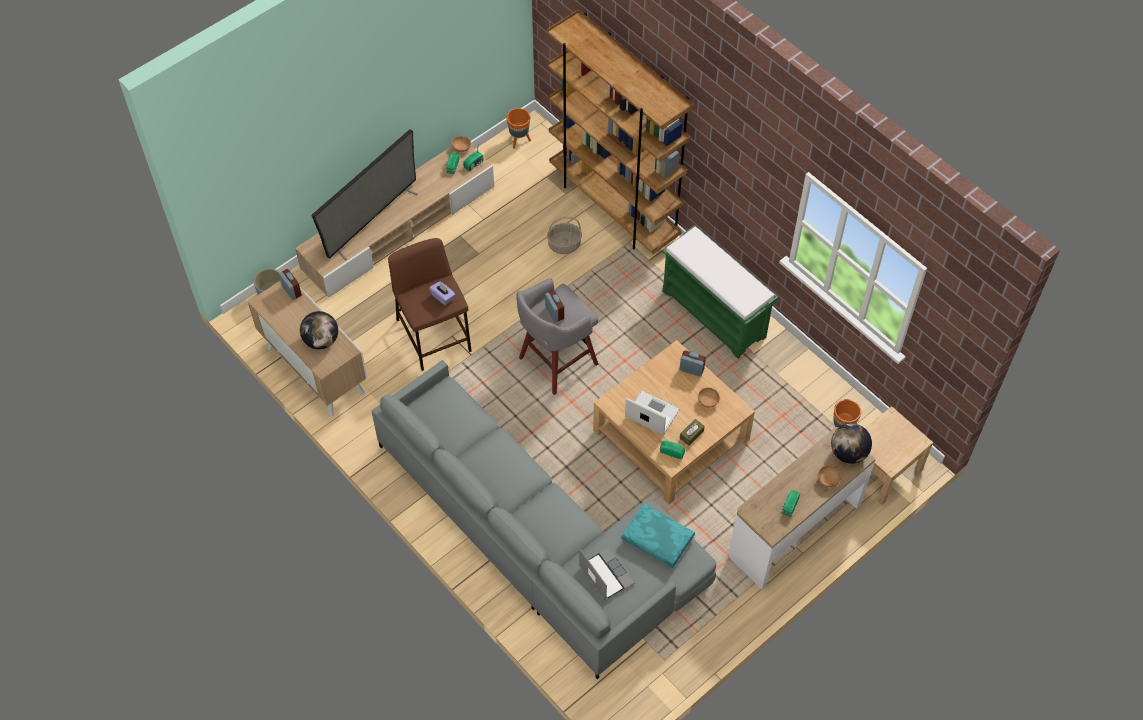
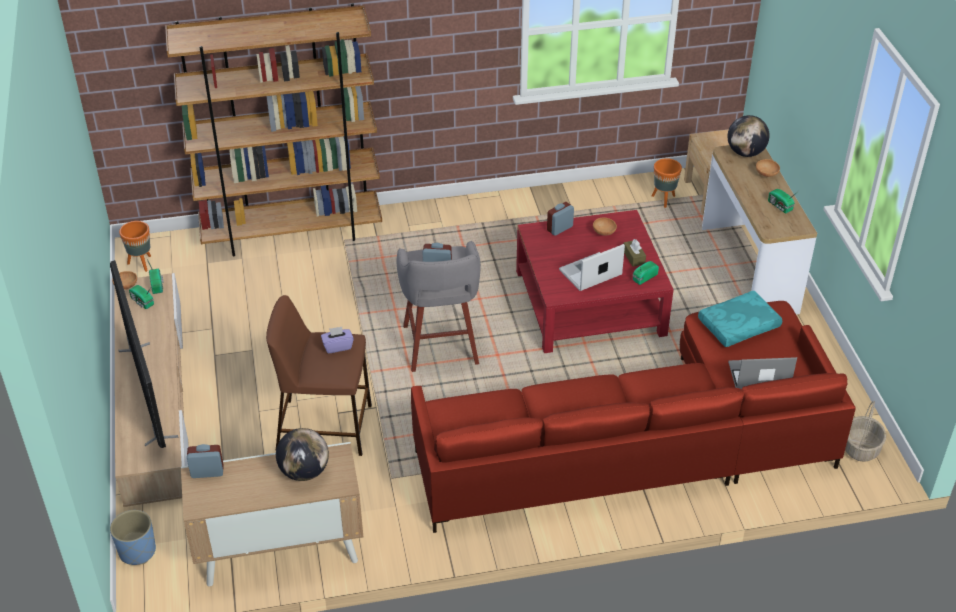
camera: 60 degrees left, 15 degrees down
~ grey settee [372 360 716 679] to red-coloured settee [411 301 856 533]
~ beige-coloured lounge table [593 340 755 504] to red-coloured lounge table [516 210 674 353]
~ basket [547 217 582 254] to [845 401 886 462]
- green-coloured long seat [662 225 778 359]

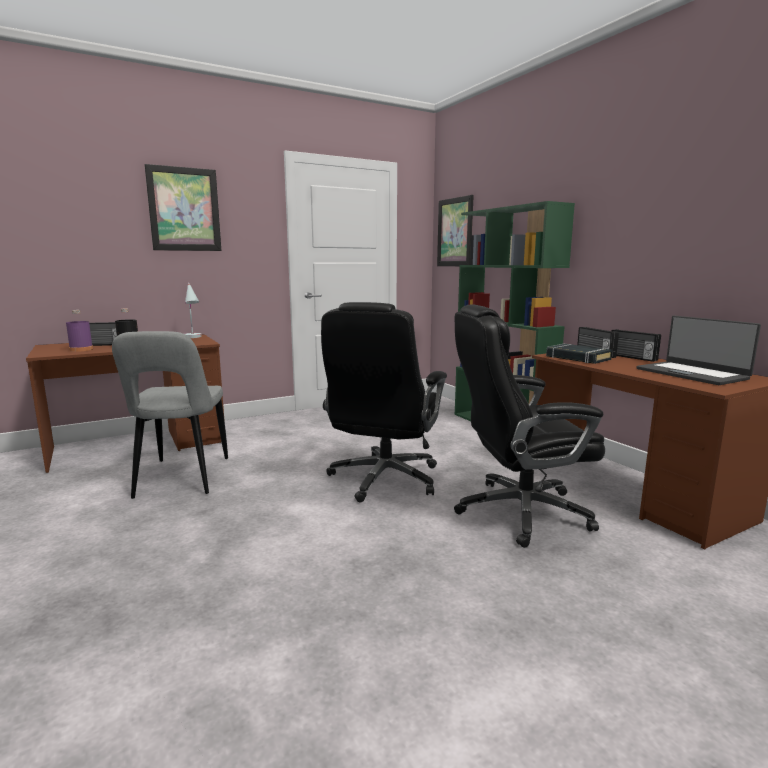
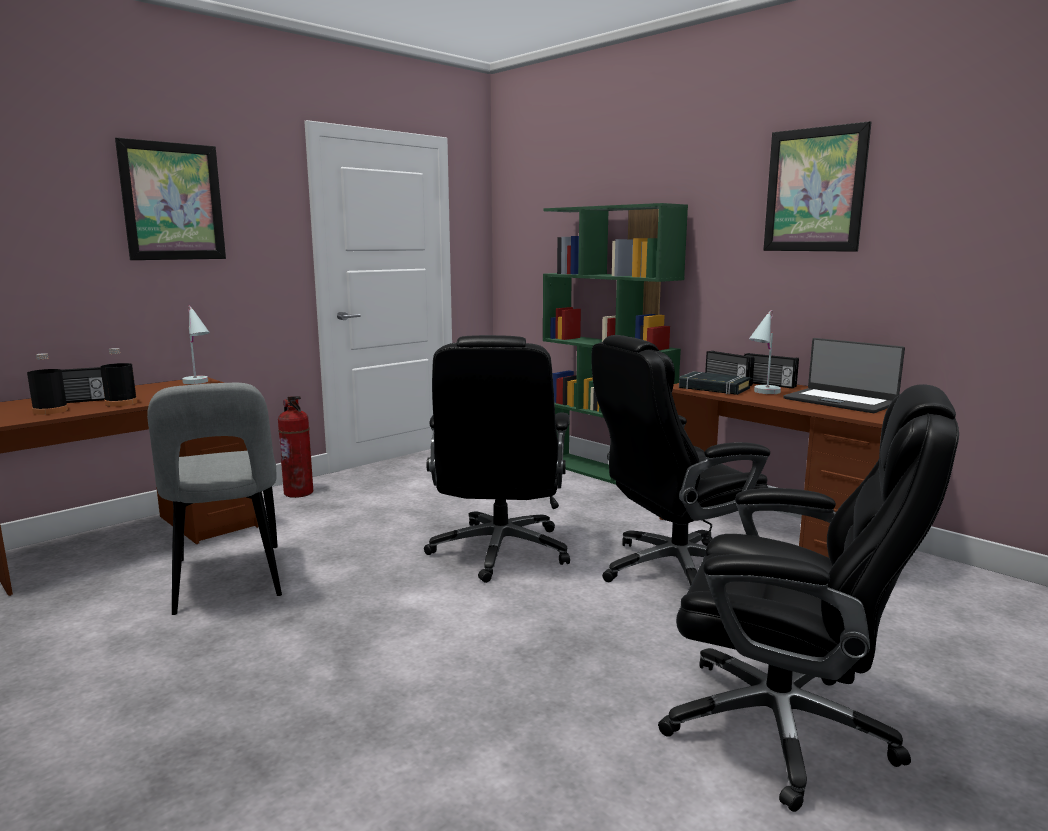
camera: 15 degrees left, 0 degrees up
~ purple drink bottle [66 310 93 352] to blackish drink bottle [27 353 68 415]
+ fire extinguisher [278 396 313 498]
+ blackish desk chair [658 384 959 812]
+ white table lamp [749 310 781 394]
~ picture [437 195 474 266] to [763 121 871 252]

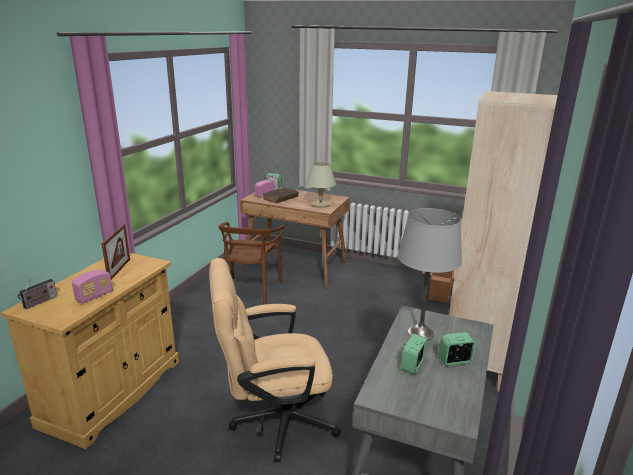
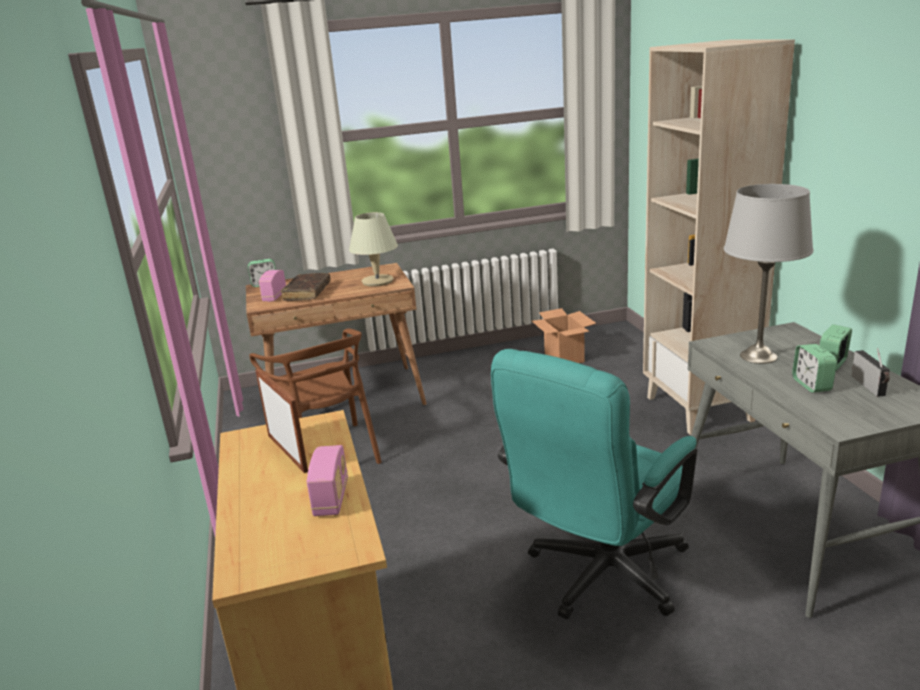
camera: 35 degrees left, 0 degrees up
~ beige-coloured desk chair [209 258 341 462] to turquoise-coloured desk chair [491 349 697 619]
~ radio set [18 278 57 309] to [851 348 890 397]

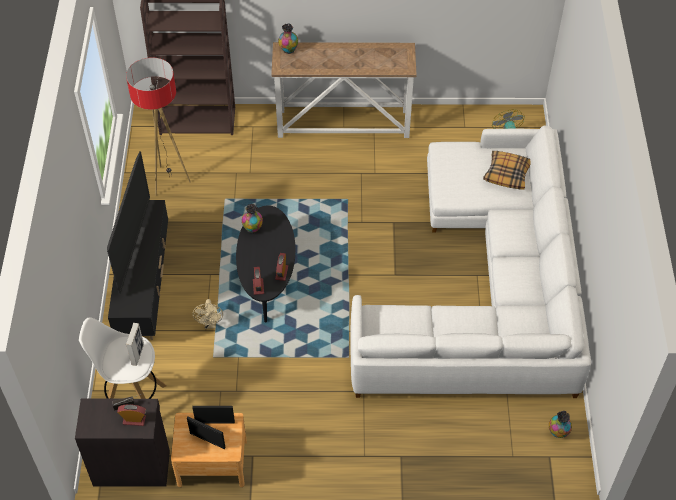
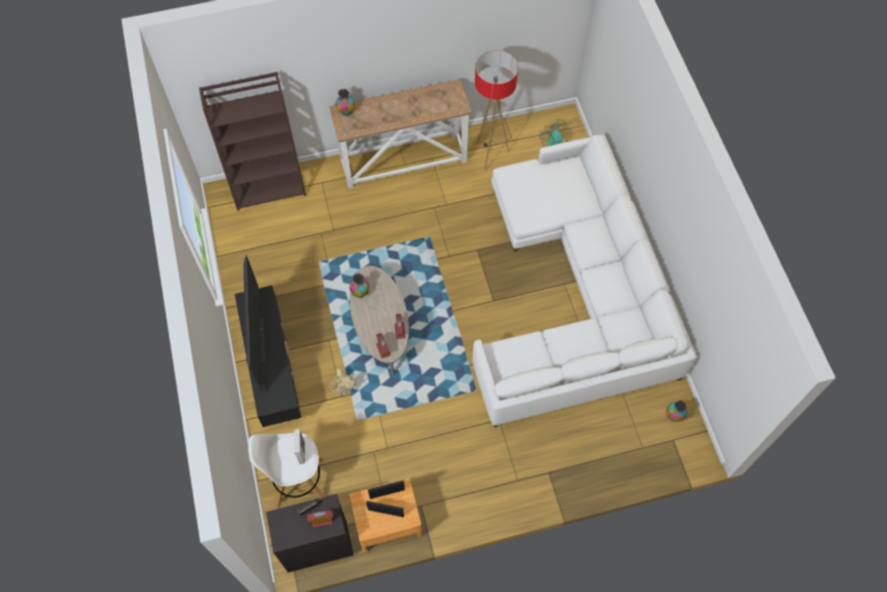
camera: 15 degrees left, 10 degrees up
~ blackish lounge table [236 205 296 323] to beige-coloured lounge table [350 266 409 375]
~ standard lamp [126 57 191 196] to [475 50 518 171]
- pillow [483 151 531 190]

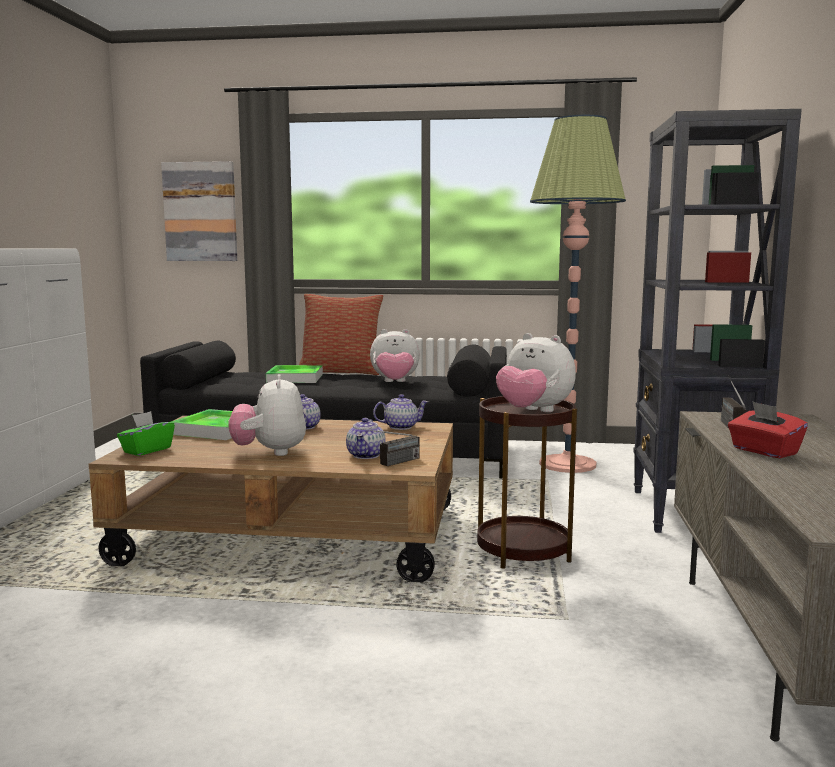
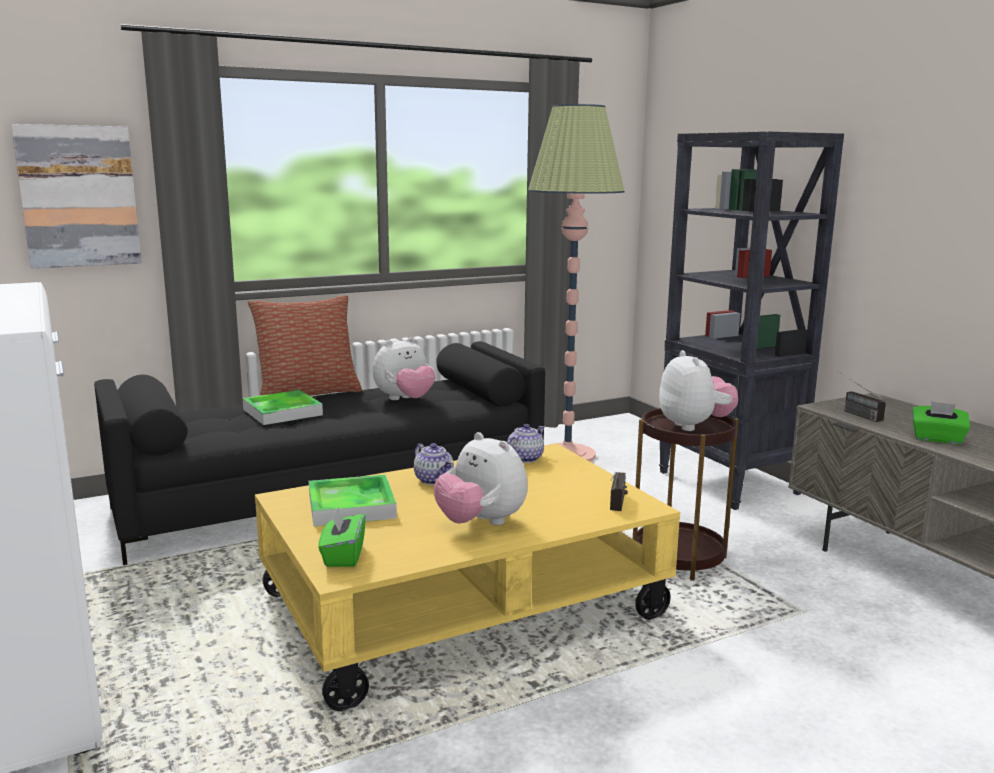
camera: 35 degrees left, 5 degrees up
~ brownish lounge table [89 416 453 582] to yellowish lounge table [255 443 680 711]
~ cuddly toy [496 333 576 412] = [659 350 738 431] 105 degrees counterclockwise
~ red-coloured tissue box [728 401 808 458] to green-coloured tissue box [912 401 970 445]
- tea pot [346 418 386 459]

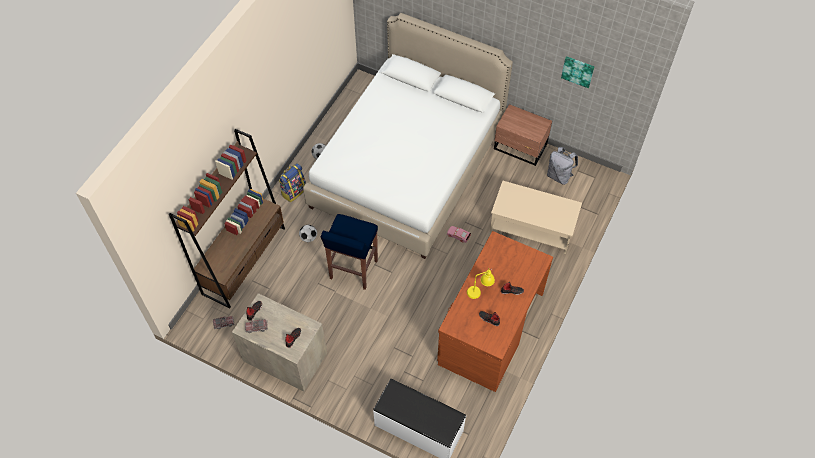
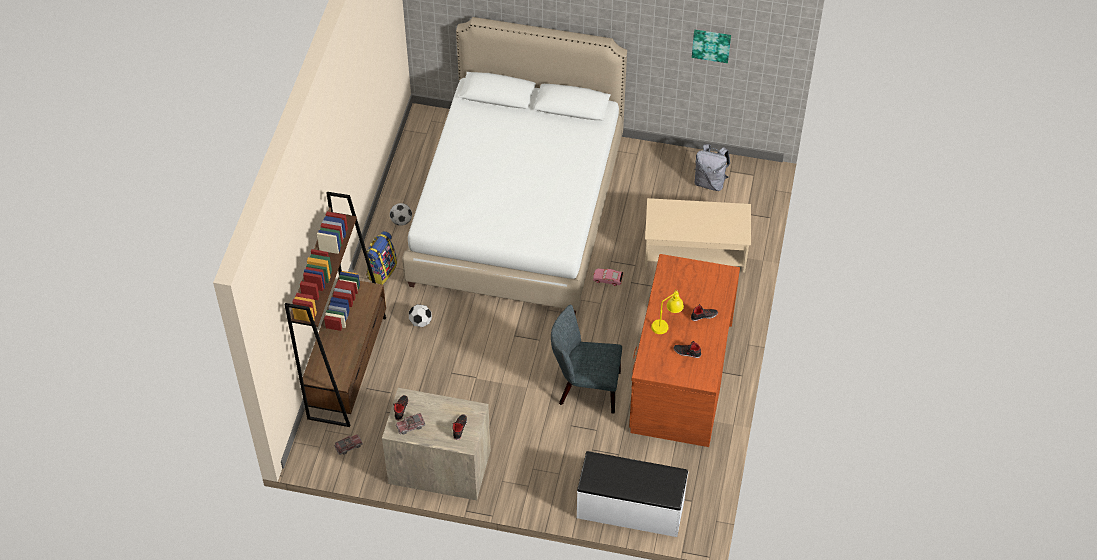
camera: 15 degrees left, 5 degrees down
+ grey chair [551 305 622 414]
- blue-coloured sitting stool [321 214 378 290]
- brownish nightstand [494 104 552 166]

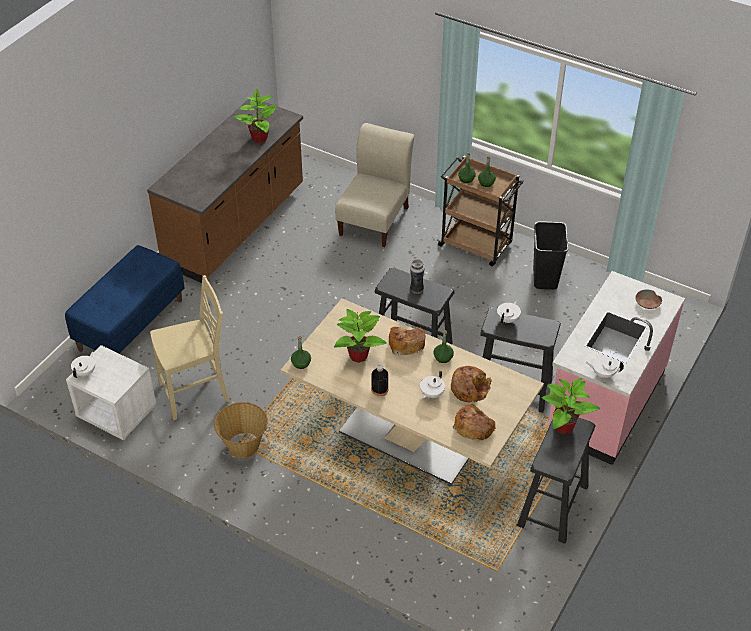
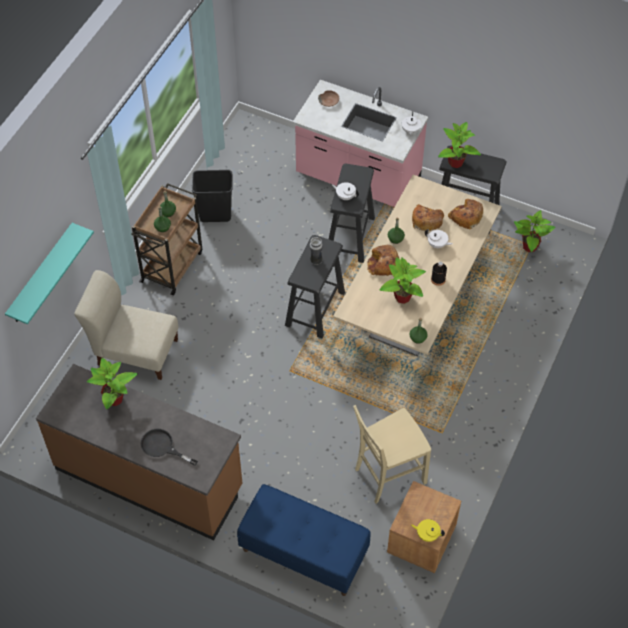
camera: 95 degrees left, 10 degrees up
+ turquoise-coloured shelf [5 223 94 324]
+ blackish frying pan [141 429 198 466]
~ beige-coloured chair [150 275 230 420] = [353 405 431 504] 90 degrees counterclockwise
~ white nightstand [66 345 157 440] to brownish nightstand [387 481 461 573]
~ white tea pot [71 352 95 378] to yellowish tea pot [411 519 445 542]
+ houseplant [514 210 556 252]
- basket [214 402 268 458]

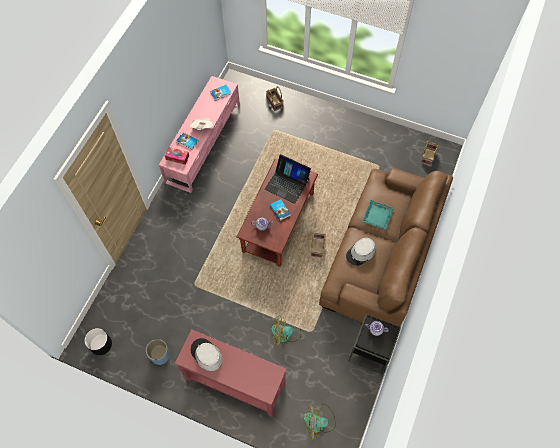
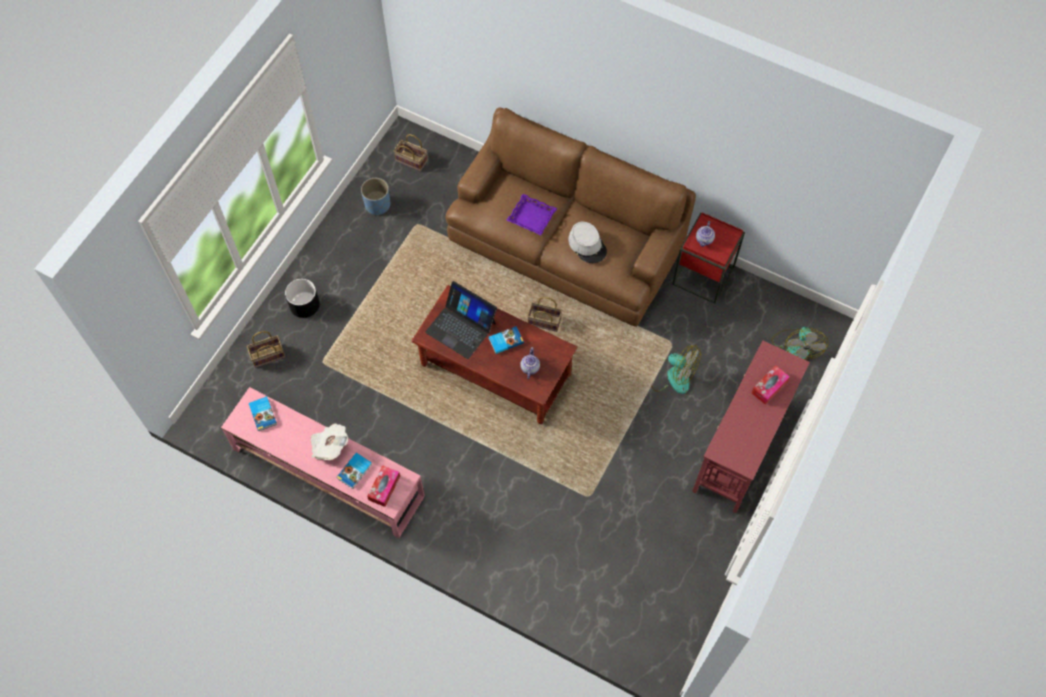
camera: 85 degrees left, 0 degrees up
~ blackish planter [84 328 112 355] to [285 279 320 318]
~ blue-coloured planter [146 339 170 365] to [361 178 390 216]
~ laptop [265 154 311 204] = [425 281 497 359] 90 degrees clockwise
~ turquoise-coloured carrying tray [362 199 394 230] to purple carrying tray [507 194 557 235]
~ fan [271 315 301 346] = [651 345 701 394] 60 degrees counterclockwise
~ blackish side table [349 314 401 374] to red-coloured side table [672 213 745 304]
+ tissue box [751 365 790 405]
- grey wearable hat [191 338 223 371]

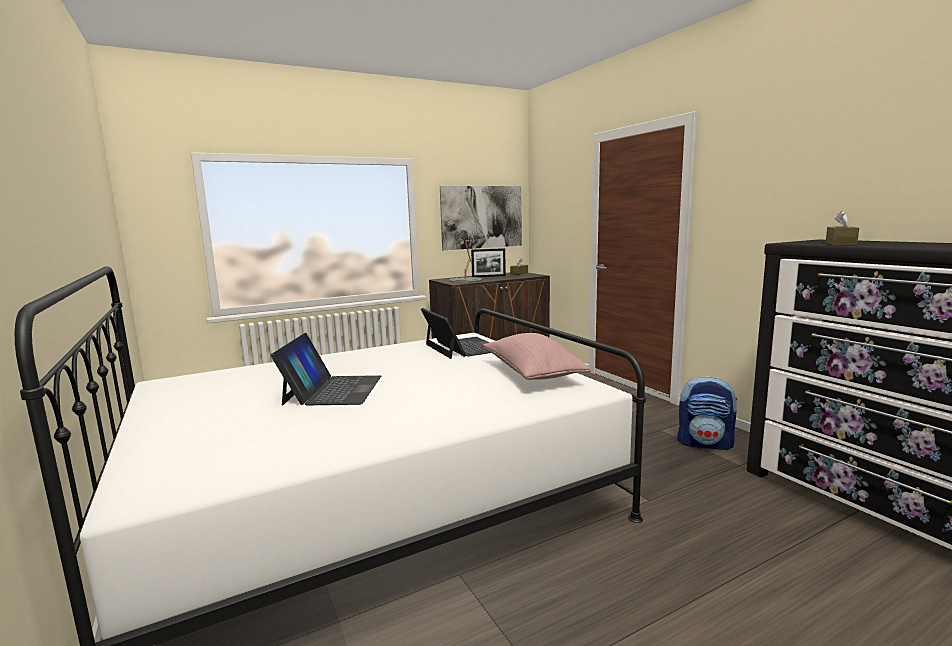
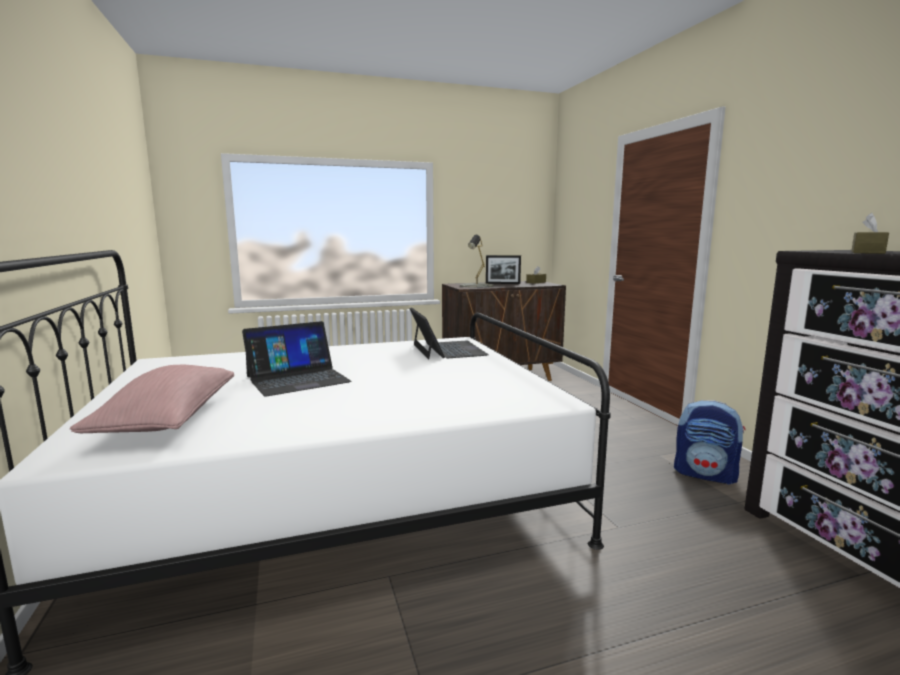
camera: 10 degrees right, 0 degrees up
~ pink-coloured pillow [483 333 591 380] to [70 365 234 433]
~ laptop [271 333 381 405] = [242 321 352 397] 45 degrees clockwise
- picture [440 186 522 250]

